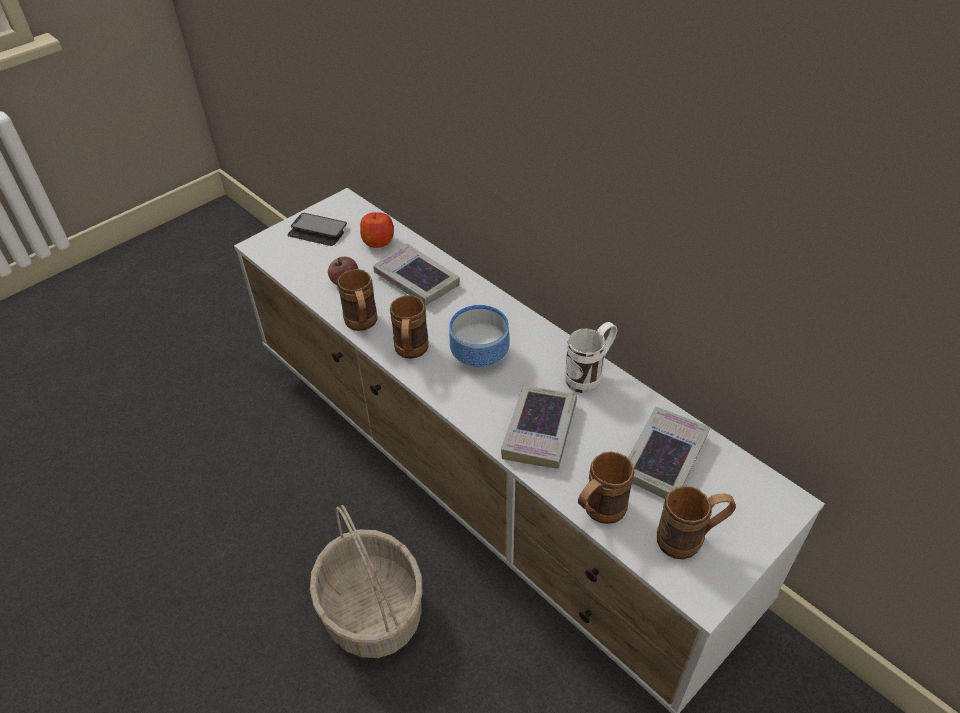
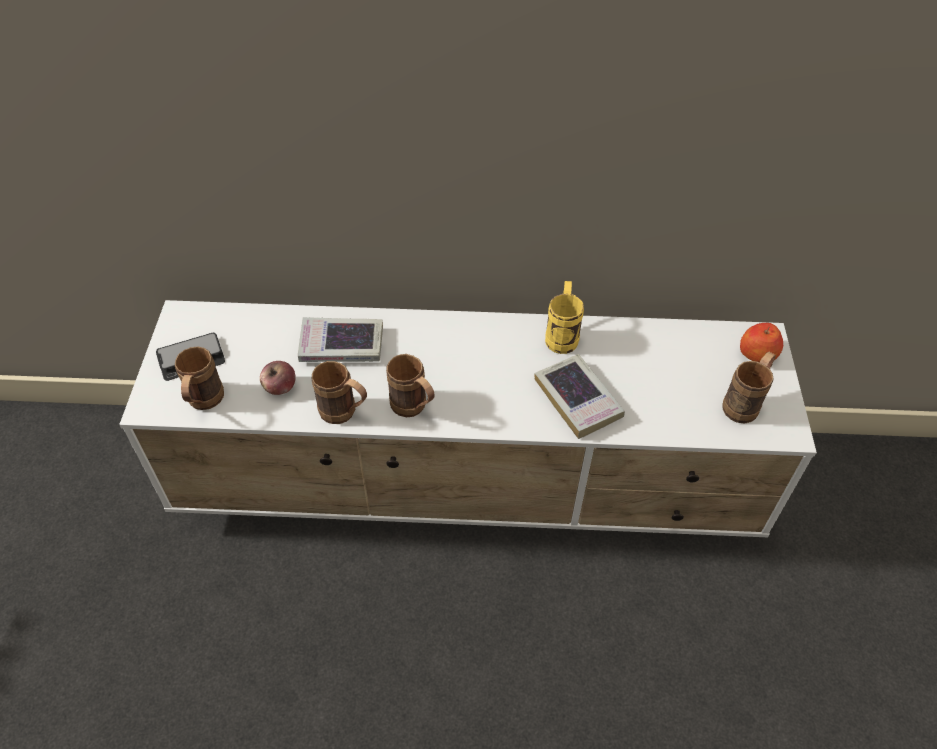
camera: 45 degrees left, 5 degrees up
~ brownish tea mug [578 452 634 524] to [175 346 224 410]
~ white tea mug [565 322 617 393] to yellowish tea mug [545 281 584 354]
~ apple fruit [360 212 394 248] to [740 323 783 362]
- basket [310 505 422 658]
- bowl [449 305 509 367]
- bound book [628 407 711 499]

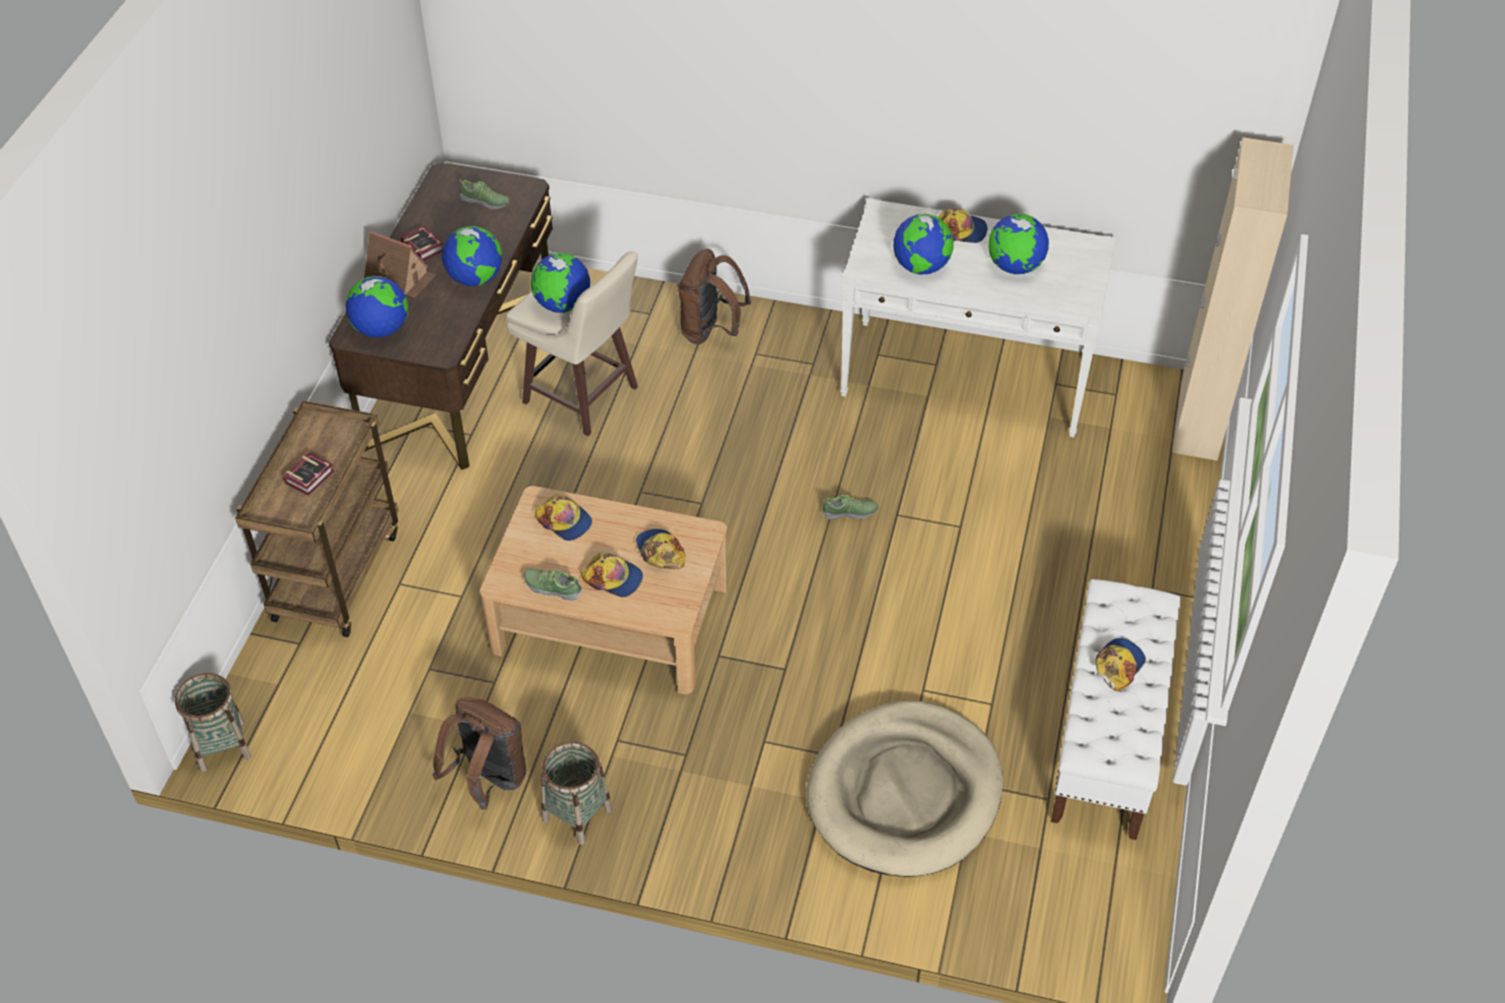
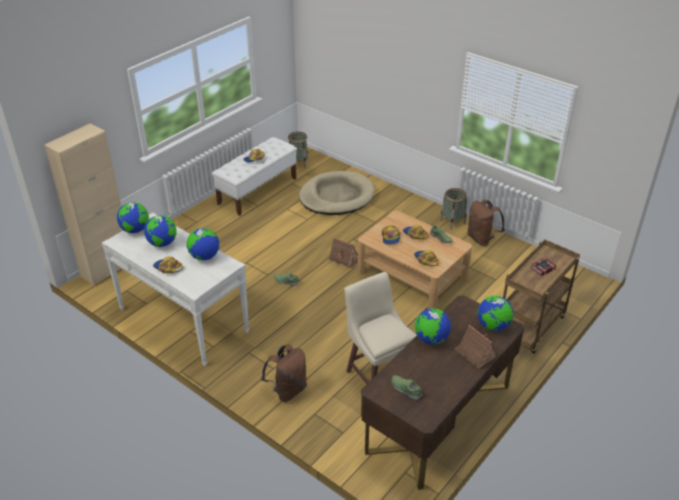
camera: 155 degrees left, 10 degrees down
~ globe [531 253 590 313] to [117 202 149 233]
~ basket [175 673 251 772] to [288 131 308 168]
+ toy house [329 238 358 269]
- bound book [401 226 443 261]

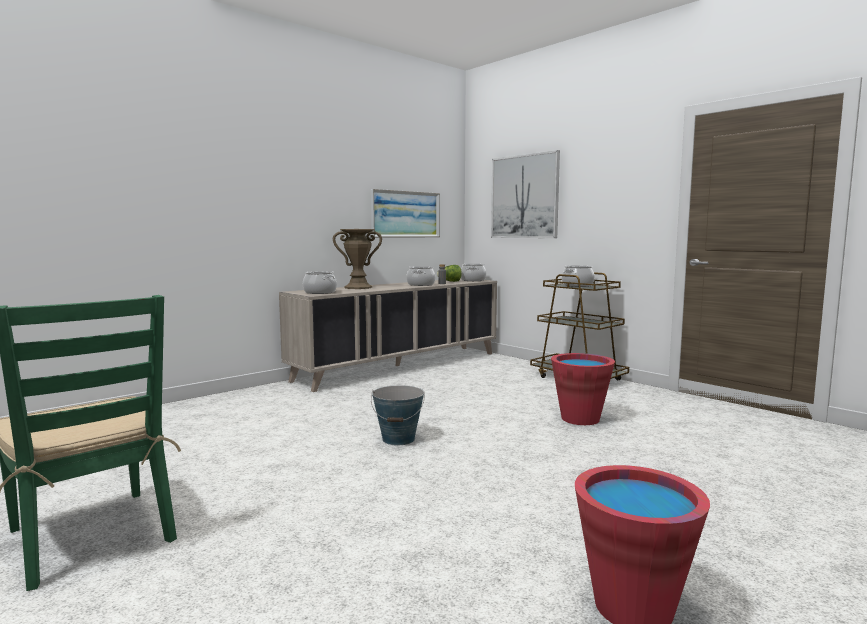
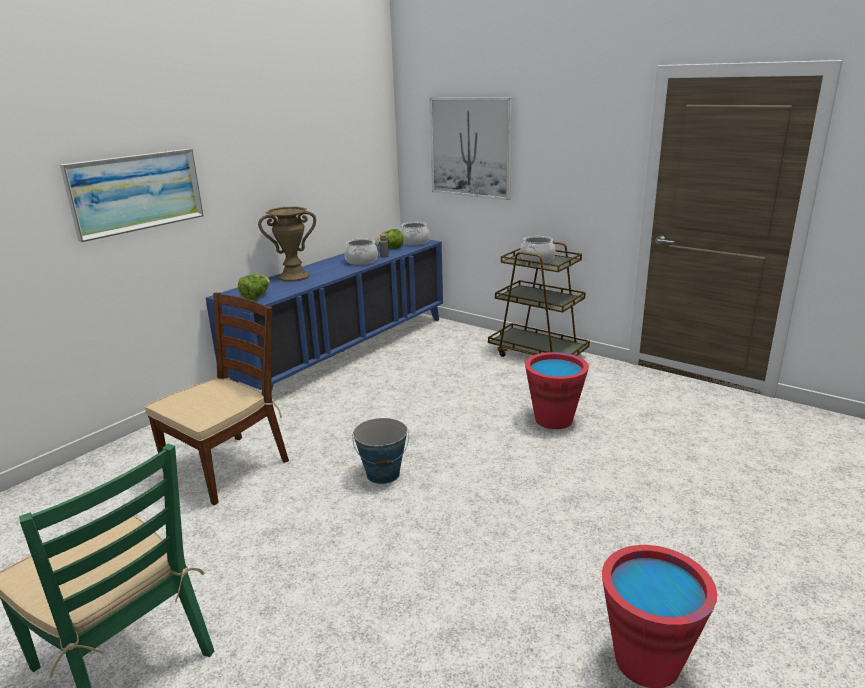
camera: 10 degrees left, 15 degrees up
~ picture [371 189 440 238] to [60 149 204 242]
+ brownish chair [145 292 289 505]
~ beige-coloured storage cabinet [279 279 497 392] to blue-coloured storage cabinet [206 240 443 393]
~ saucepot [303 271 337 294] to lettuce head [238 274 270 300]

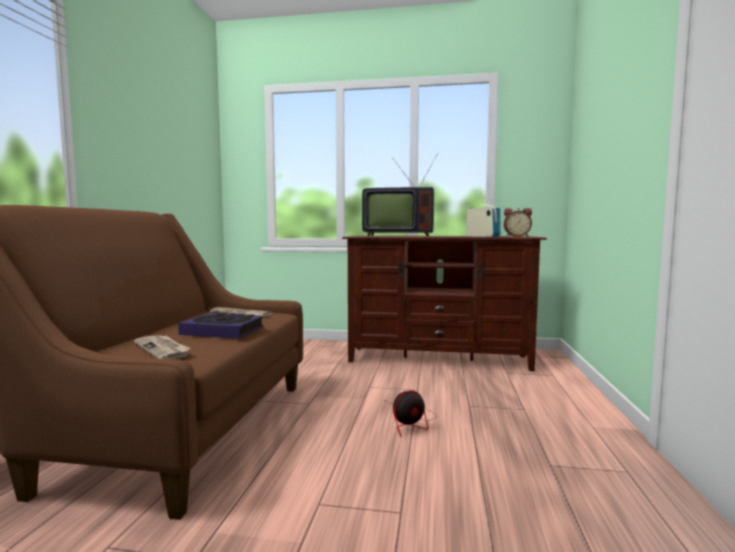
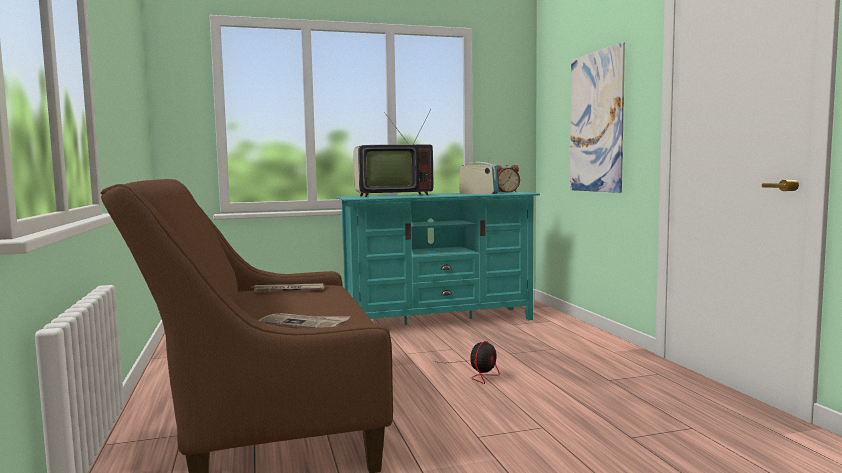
camera: 25 degrees left, 0 degrees up
~ brownish tv stand [342 236 547 371] to turquoise-coloured tv stand [336 192 540 325]
+ picture [570 42 625 193]
- bound book [178 313 264 339]

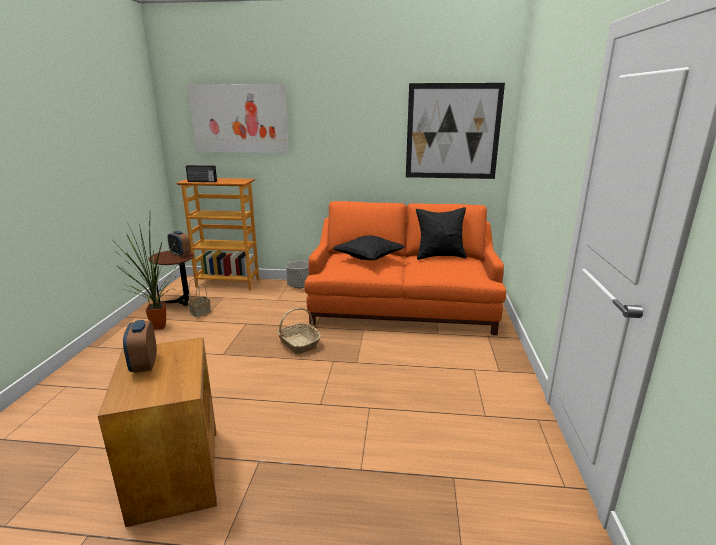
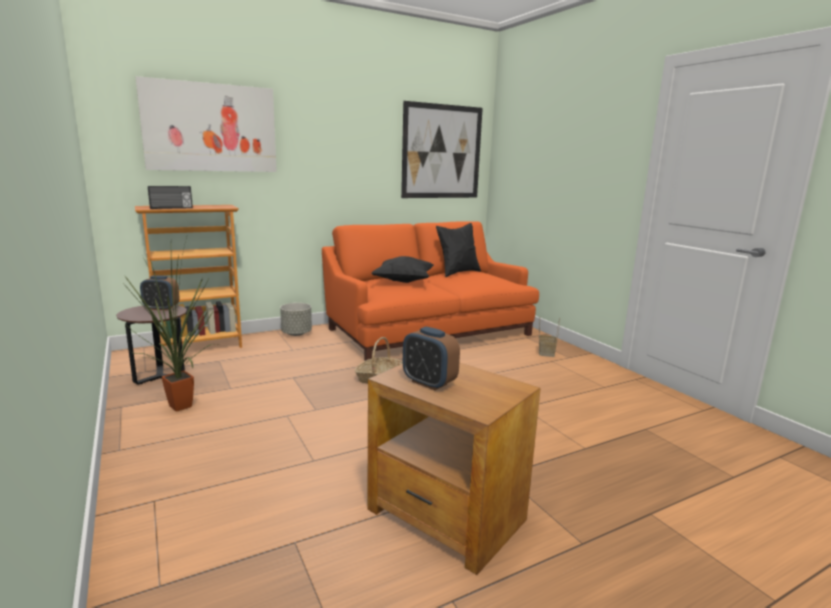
camera: 35 degrees left, 5 degrees down
~ basket [188 279 211 317] to [539 318 560 357]

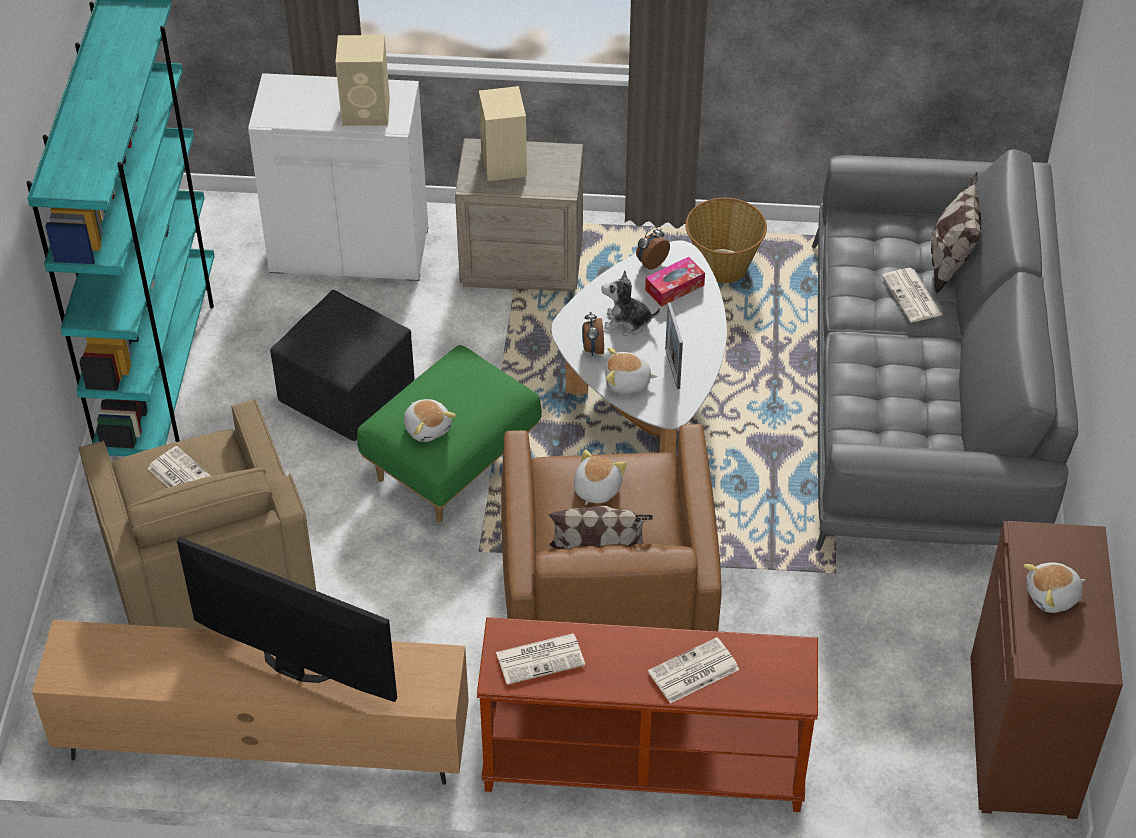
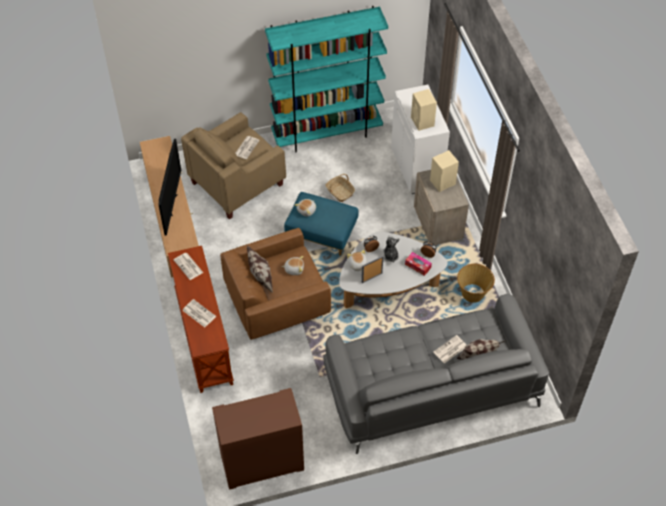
camera: 70 degrees right, 5 degrees up
~ green-coloured pouffe [357 345 542 523] to blue-coloured pouffe [284 192 359 256]
~ blackish pouffe [270 290 414 441] to basket [326 174 355 202]
- cuddly toy [1024 562 1086 613]

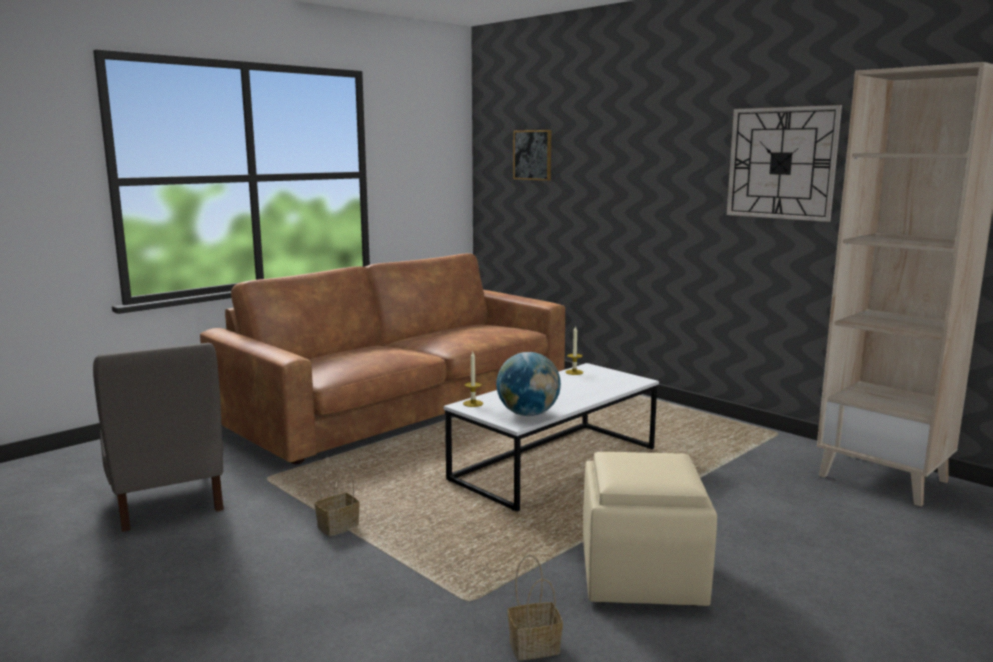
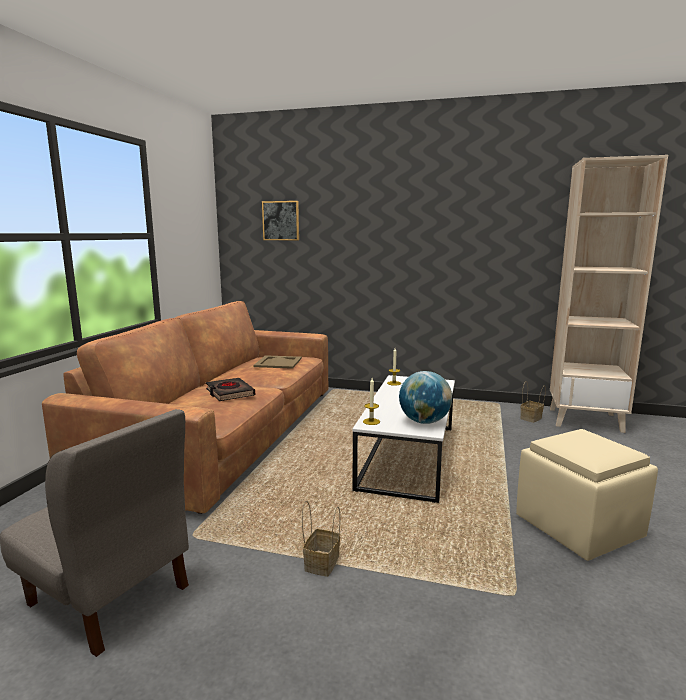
camera: 30 degrees left, 0 degrees up
+ blackish bound book [206 378 255 401]
+ beige-coloured carrying tray [254 355 302 369]
~ basket [507 555 563 660] to [520 381 546 423]
- hanging clock [727 105 842 222]

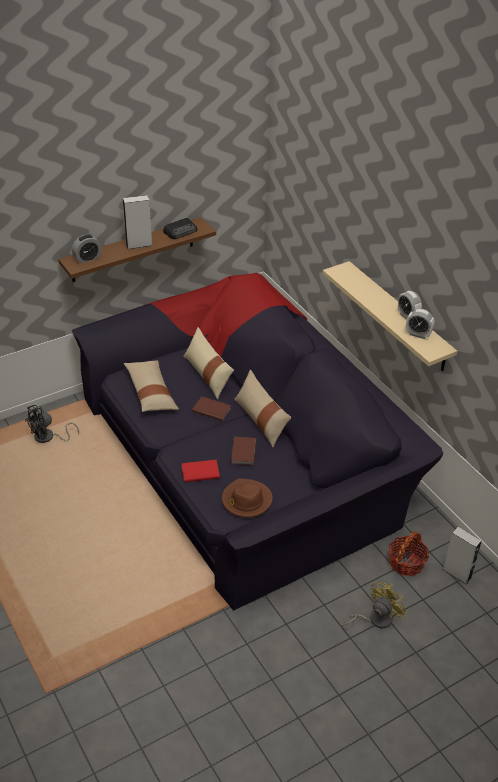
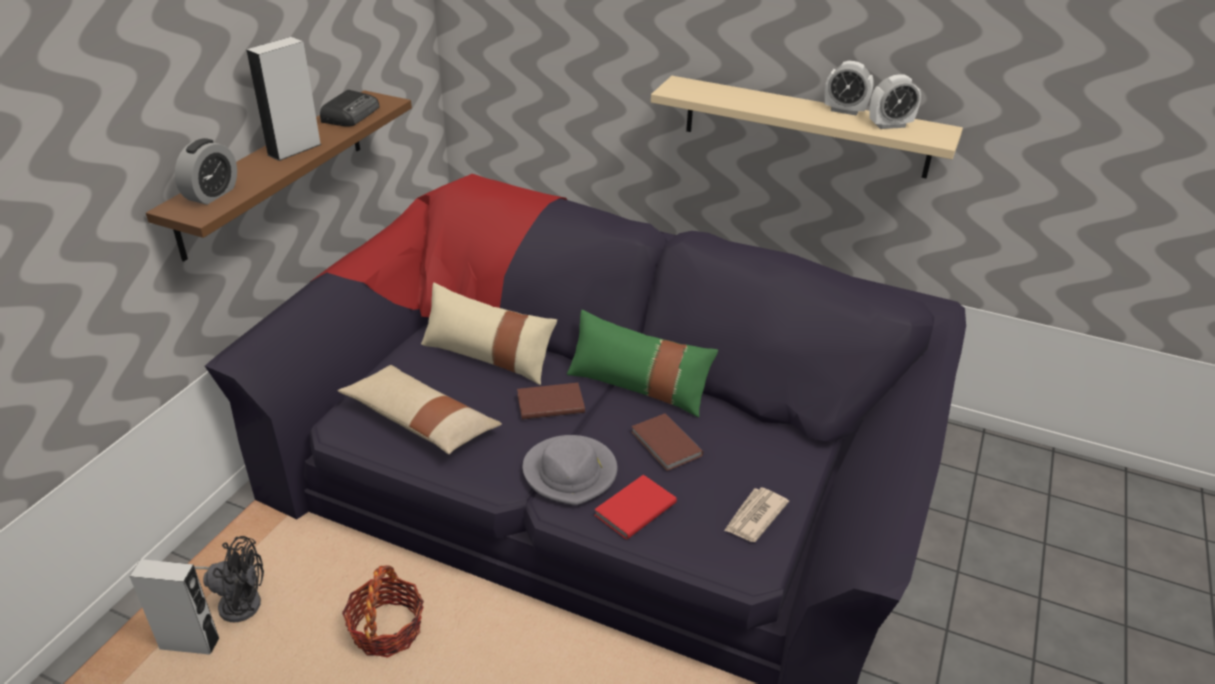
camera: 35 degrees left, 5 degrees down
~ grey loudspeaker [443 527 481 584] to [129 559 219 655]
~ blackish fan [25 405 79 443] = [194 536 264 622] 105 degrees counterclockwise
~ basket [389 531 429 576] to [342 565 424 658]
+ grey wearable hat [522 435 617 505]
~ beige-coloured pillow [234 370 291 447] to green-coloured pillow [567 310 718 417]
~ brownish wearable hat [222 478 273 518] to newspaper [724 487 789 542]
- yellowish fan [342 582 406 628]

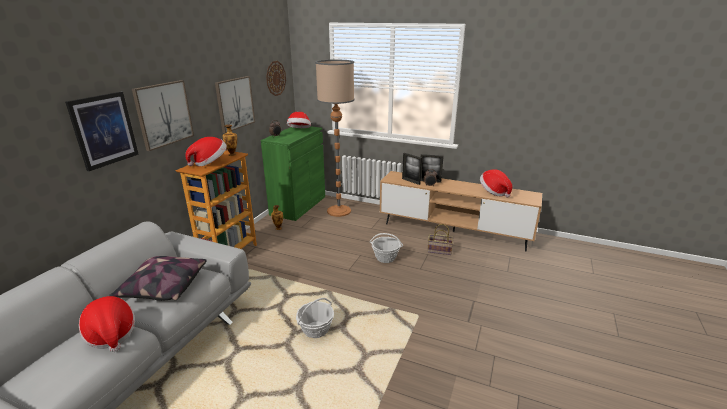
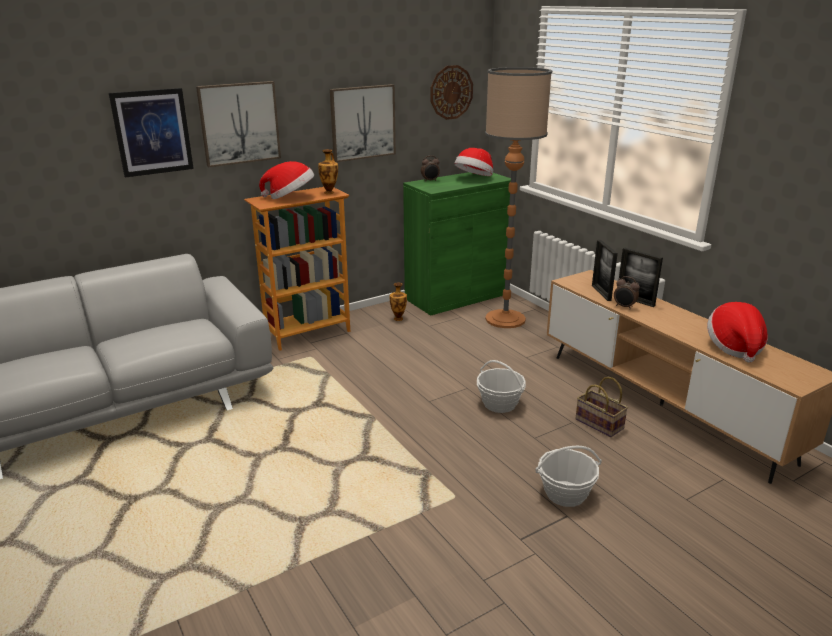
camera: 35 degrees right, 0 degrees up
~ basket [296 298 334 338] to [536 446 602 507]
- wearable hat [79 296 135 352]
- pillow [109 256 207 301]

